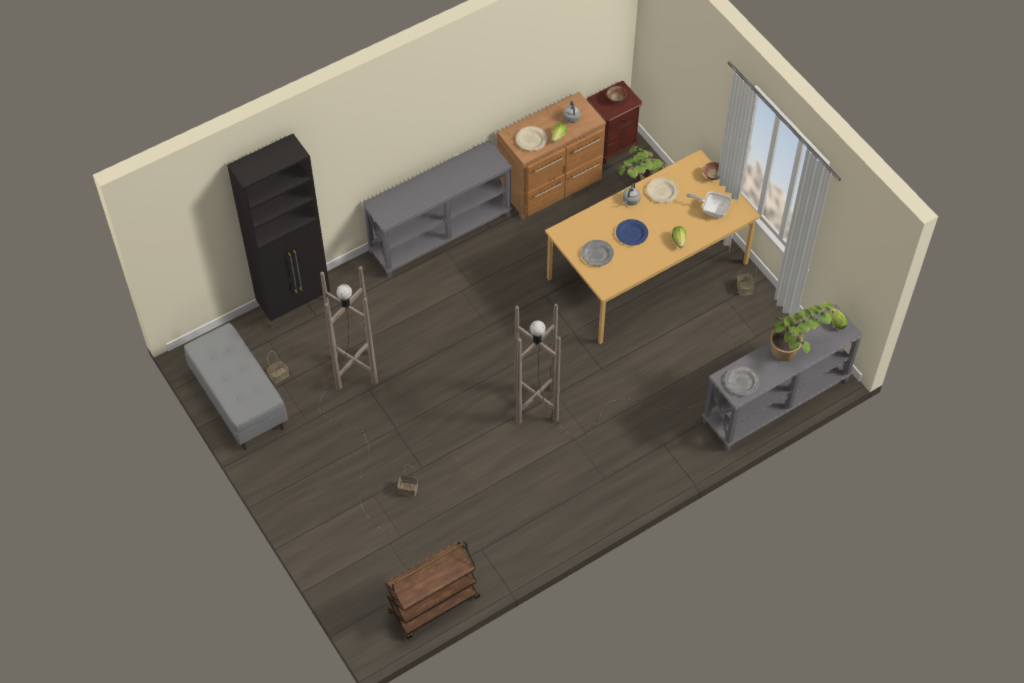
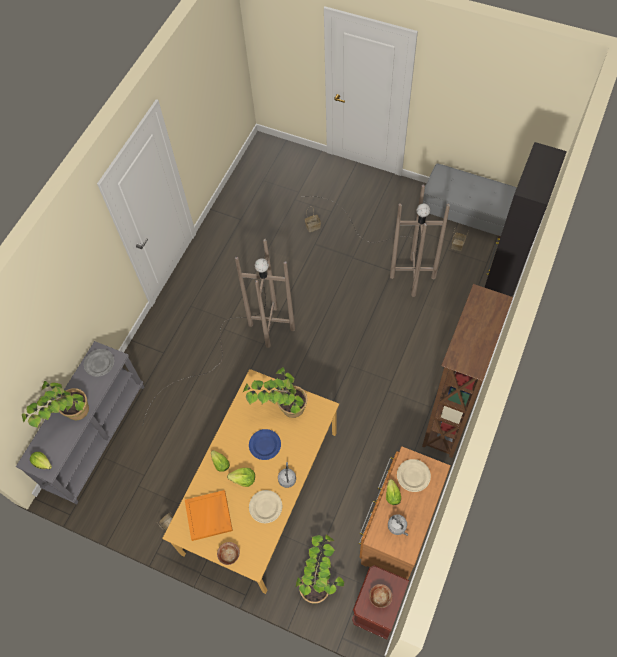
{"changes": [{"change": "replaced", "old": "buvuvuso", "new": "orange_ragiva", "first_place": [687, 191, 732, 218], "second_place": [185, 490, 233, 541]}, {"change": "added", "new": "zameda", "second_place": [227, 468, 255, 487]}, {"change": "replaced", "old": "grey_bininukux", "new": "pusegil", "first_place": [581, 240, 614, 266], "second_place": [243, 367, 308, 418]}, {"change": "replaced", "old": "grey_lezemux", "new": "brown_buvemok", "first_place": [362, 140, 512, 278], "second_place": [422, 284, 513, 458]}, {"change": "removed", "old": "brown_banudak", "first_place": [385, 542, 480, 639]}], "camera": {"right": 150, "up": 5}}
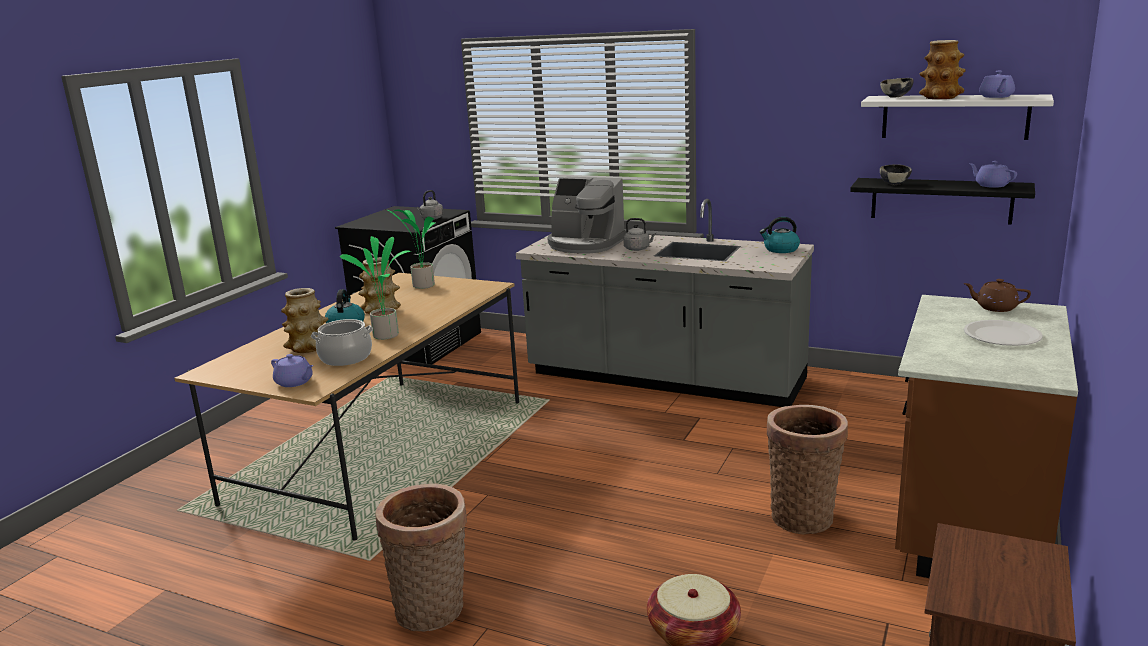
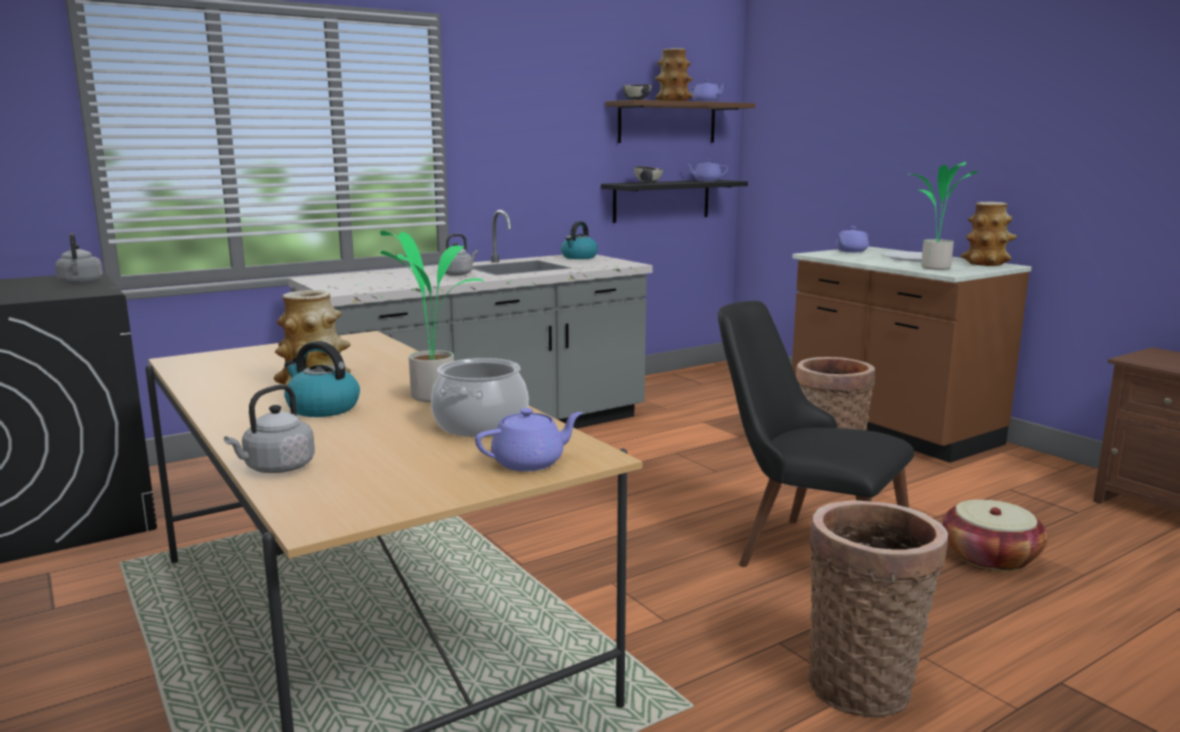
{"changes": [{"change": "added", "new": "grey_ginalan", "second_place": [224, 384, 315, 473]}, {"change": "recoloured", "old": "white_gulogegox", "new": "brown_gulogegox", "first_place": [861, 95, 1054, 140], "second_place": [606, 100, 755, 143]}, {"change": "added", "new": "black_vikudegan", "second_place": [718, 301, 914, 567]}, {"change": "recoloured", "old": "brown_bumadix", "new": "purple_bumadix", "first_place": [963, 279, 1031, 312], "second_place": [835, 226, 869, 252]}, {"change": "moved", "old": "pusegil", "first_place": [388, 210, 435, 289], "second_place": [907, 162, 978, 270]}, {"change": "moved", "old": "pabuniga", "first_place": [281, 288, 328, 353], "second_place": [961, 202, 1017, 266]}, {"change": "removed", "old": "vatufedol", "first_place": [548, 177, 626, 254]}], "camera": {"right": -60, "up": -5}}
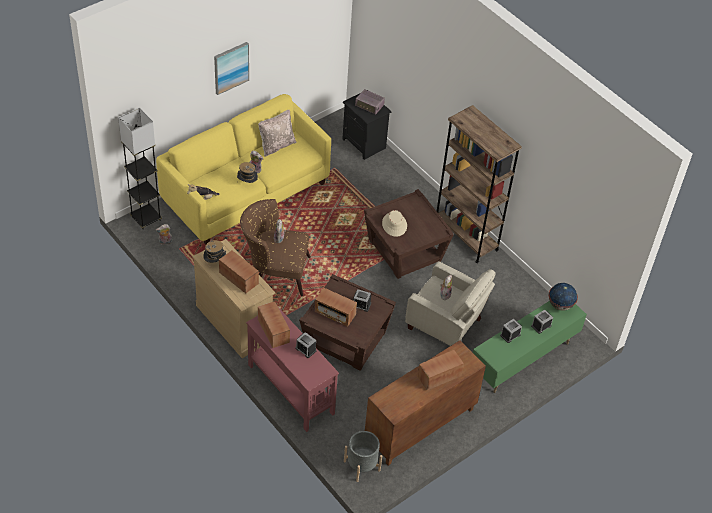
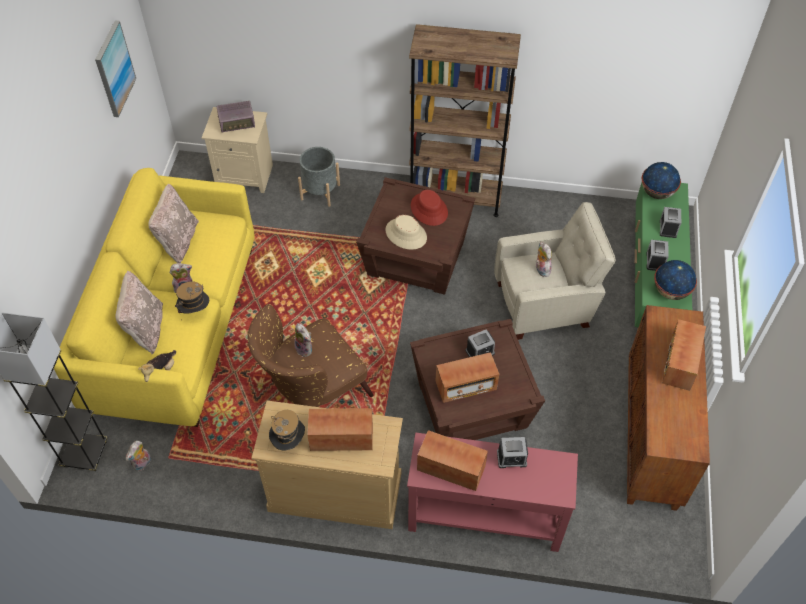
{"changes": [{"change": "moved", "old": "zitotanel", "first_place": [214, 42, 249, 95], "second_place": [95, 21, 136, 117]}, {"change": "added", "new": "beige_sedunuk", "second_place": [115, 271, 163, 355]}, {"change": "recoloured", "old": "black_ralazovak", "new": "beige_ralazovak", "first_place": [342, 93, 392, 160], "second_place": [202, 107, 273, 193]}, {"change": "moved", "old": "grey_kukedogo", "first_place": [344, 431, 382, 482], "second_place": [298, 147, 340, 207]}, {"change": "added", "new": "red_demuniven", "second_place": [411, 190, 448, 226]}, {"change": "added", "new": "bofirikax", "second_place": [654, 260, 697, 300]}], "camera": {"right": -40, "up": 5}}
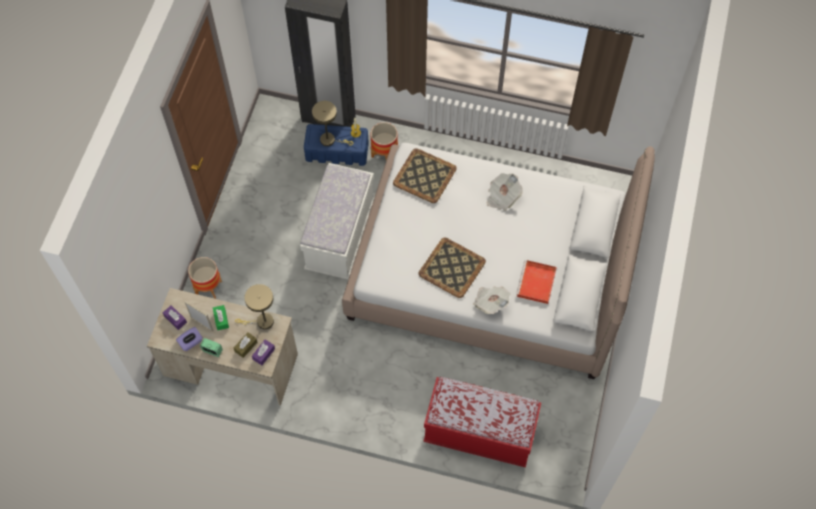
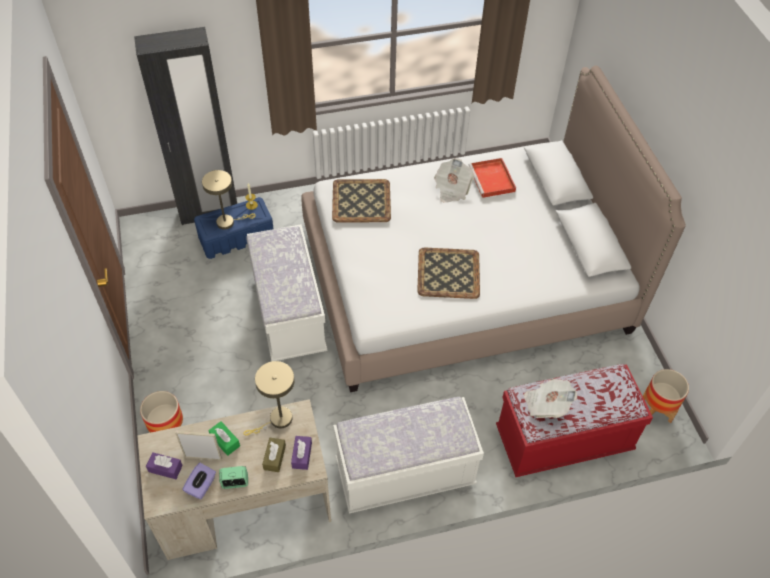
{"changes": [{"change": "added", "new": "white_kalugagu", "second_place": [333, 397, 484, 514]}, {"change": "moved", "old": "red_ragiva", "first_place": [516, 260, 557, 304], "second_place": [469, 158, 516, 198]}, {"change": "moved", "old": "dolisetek", "first_place": [473, 286, 510, 314], "second_place": [524, 379, 577, 418]}, {"change": "moved", "old": "kukedogo", "first_place": [371, 122, 398, 160], "second_place": [643, 369, 689, 423]}], "camera": {"right": -30, "up": -10}}
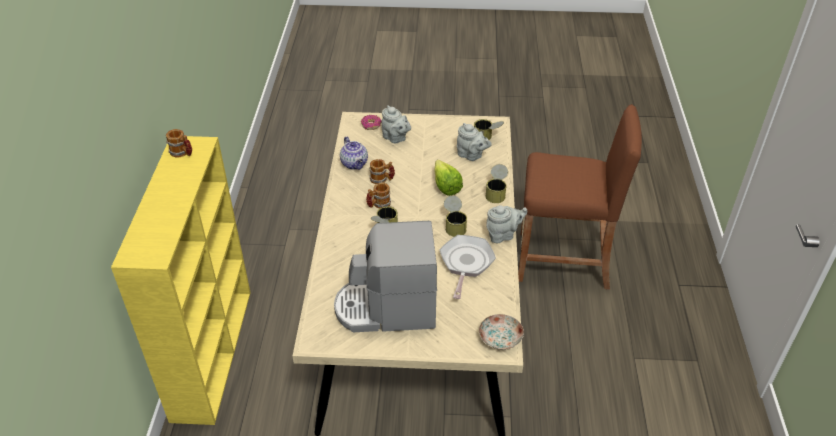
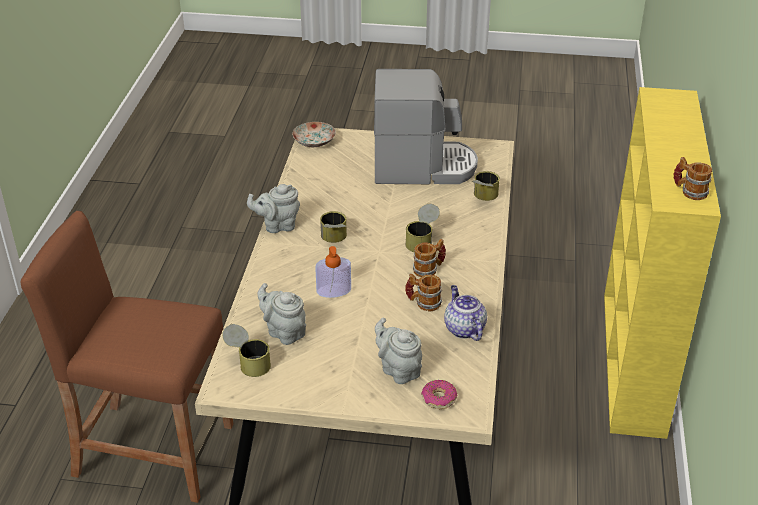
{"changes": [{"change": "replaced", "old": "zameda", "new": "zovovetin", "first_place": [435, 160, 463, 196], "second_place": [315, 246, 351, 298]}, {"change": "moved", "old": "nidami", "first_place": [485, 164, 508, 203], "second_place": [472, 171, 500, 201]}, {"change": "removed", "old": "buvuvuso", "first_place": [439, 235, 496, 299]}], "camera": {"right": -175, "up": -5}}
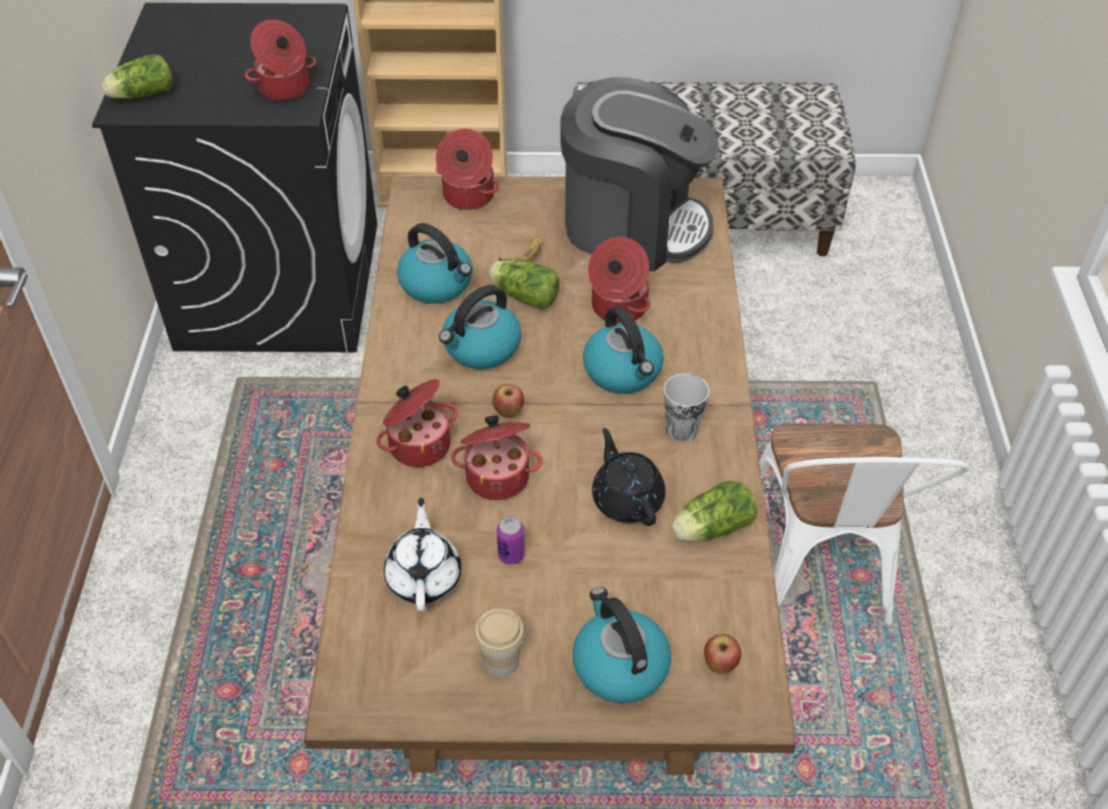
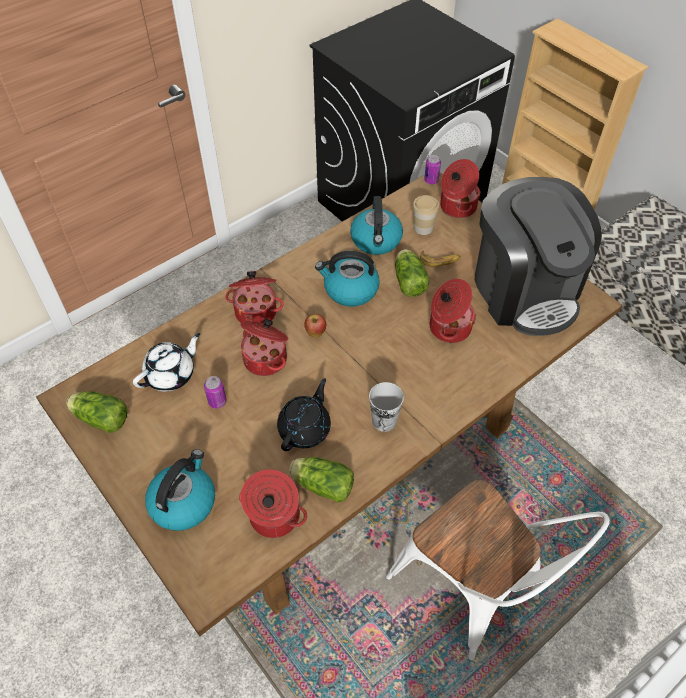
{"changes": [{"change": "moved", "old": "zameda", "first_place": [101, 54, 172, 99], "second_place": [66, 391, 128, 433]}, {"change": "moved", "old": "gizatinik", "first_place": [245, 19, 316, 101], "second_place": [239, 469, 307, 538]}, {"change": "turned", "old": "white_vikudegan", "first_place": [759, 424, 970, 624], "second_place": [386, 479, 610, 660], "degrees": -90}, {"change": "moved", "old": "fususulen", "first_place": [474, 608, 525, 677], "second_place": [413, 195, 439, 235]}, {"change": "added", "new": "nidami", "second_place": [424, 155, 441, 185]}, {"change": "removed", "old": "ginalan", "first_place": [583, 306, 664, 394]}, {"change": "removed", "old": "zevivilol", "first_place": [704, 634, 741, 674]}], "camera": {"right": 50, "up": 5}}
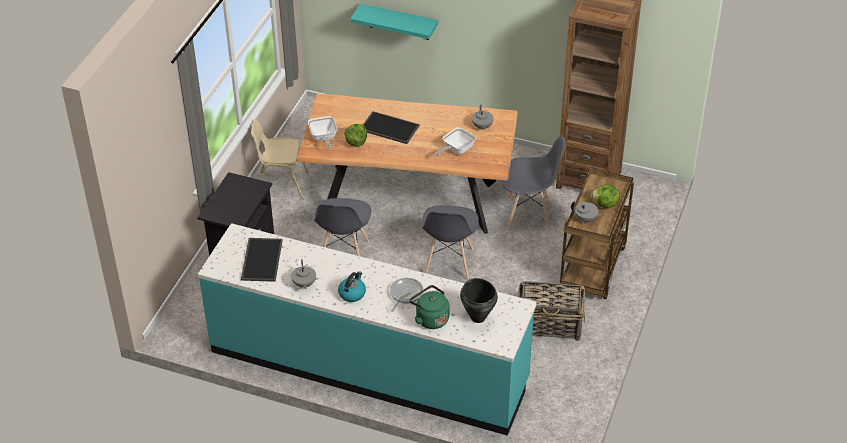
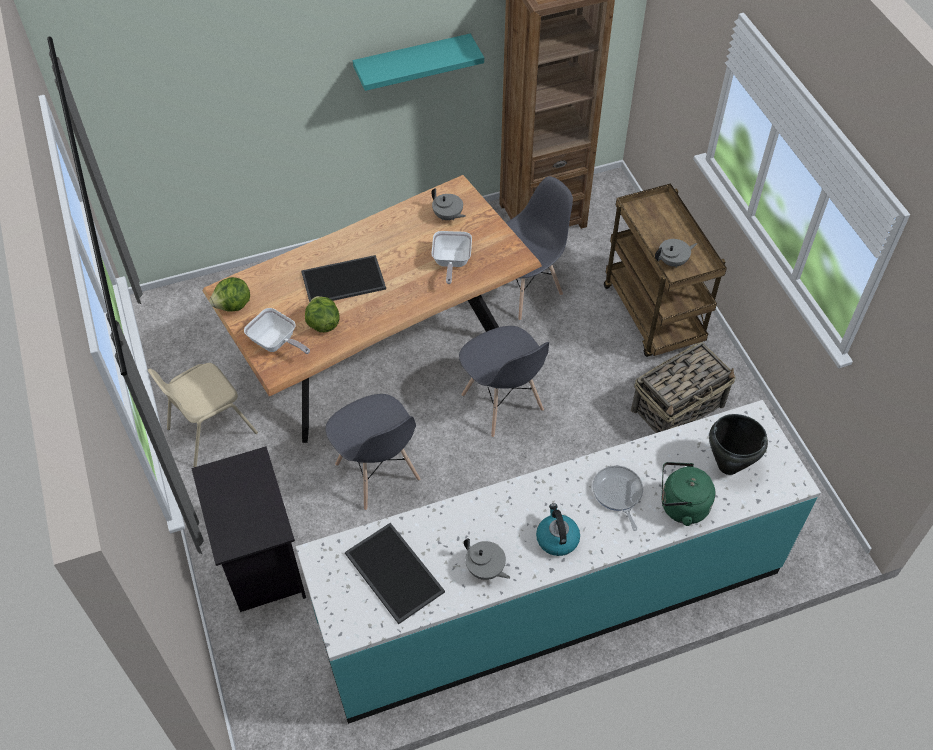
{"changes": [{"change": "moved", "old": "zameda", "first_place": [591, 185, 620, 208], "second_place": [209, 277, 250, 312]}, {"change": "moved", "old": "turquoise_gulogegox", "first_place": [350, 4, 438, 40], "second_place": [353, 34, 484, 91]}], "camera": {"right": -40, "up": 10}}
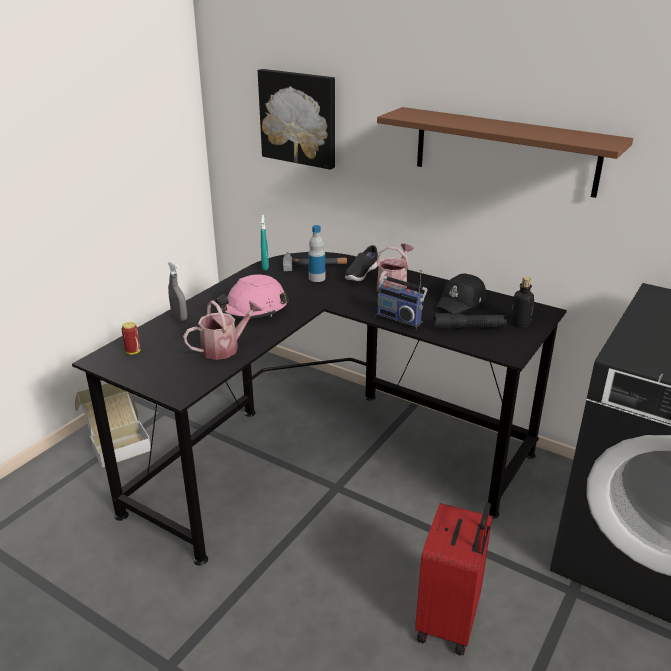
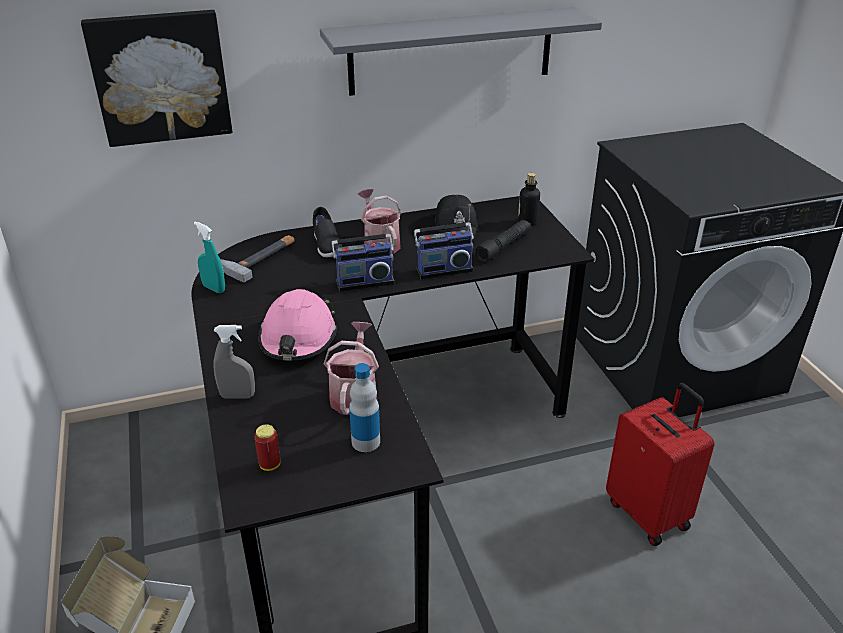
{"changes": [{"change": "recoloured", "old": "brown_gulogegox", "new": "grey_gulogegox", "first_place": [377, 107, 633, 198], "second_place": [320, 7, 602, 96]}, {"change": "added", "new": "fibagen", "second_place": [331, 215, 394, 292]}, {"change": "moved", "old": "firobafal", "first_place": [308, 225, 325, 282], "second_place": [349, 363, 380, 452]}], "camera": {"right": -50, "up": 5}}
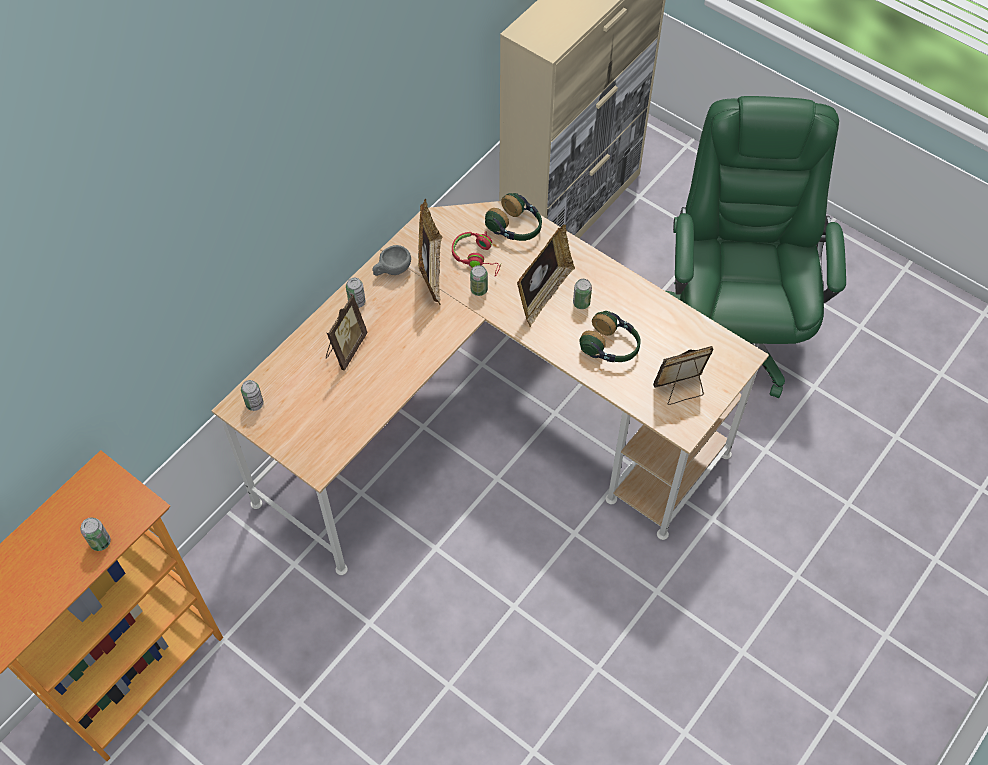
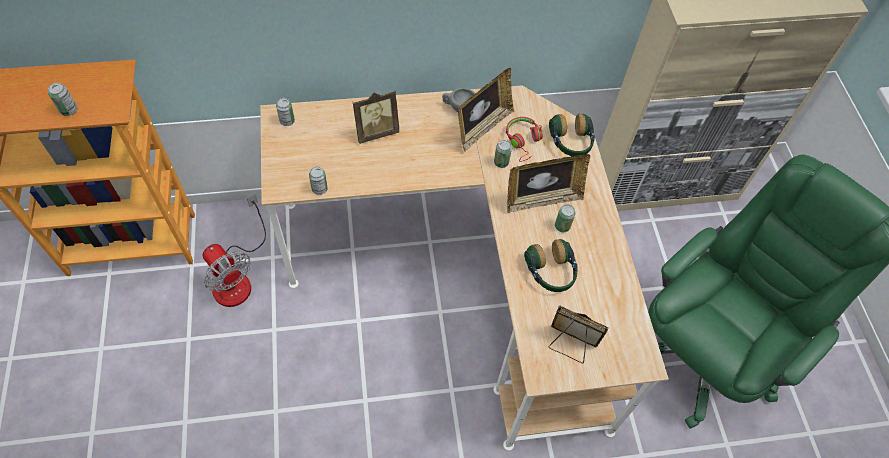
{"changes": [{"change": "added", "new": "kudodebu", "second_place": [202, 194, 266, 307]}, {"change": "moved", "old": "nidami", "first_place": [346, 278, 365, 308], "second_place": [309, 167, 328, 195]}], "camera": {"right": 40, "up": 0}}
